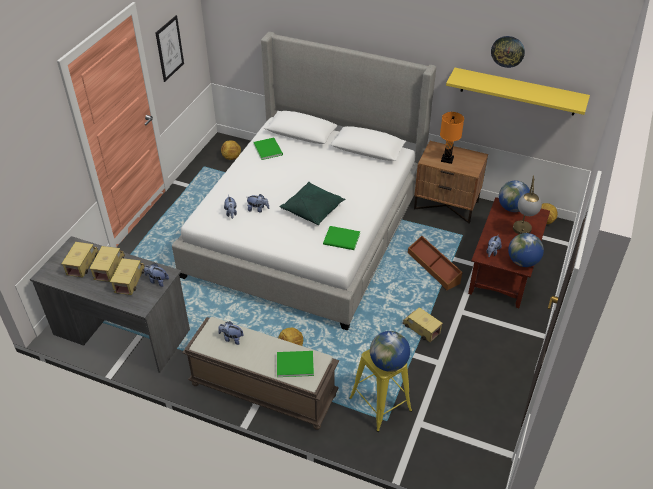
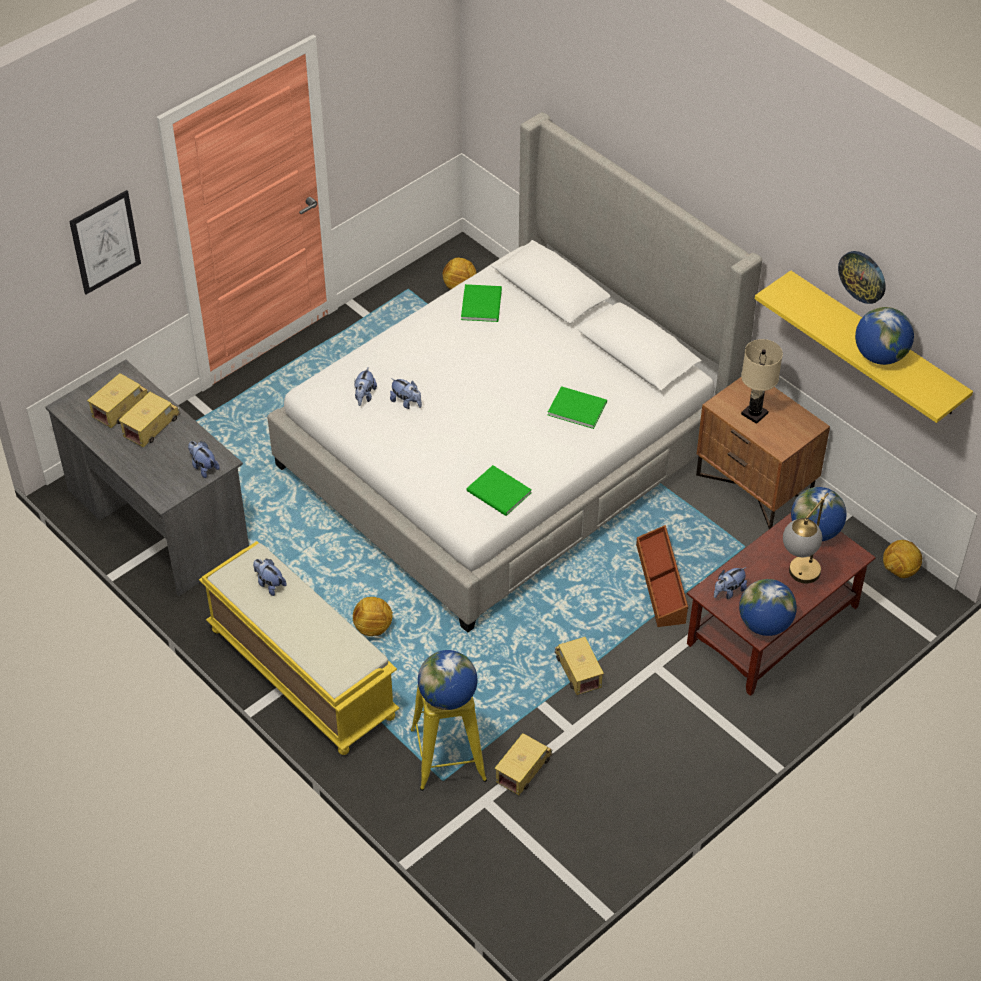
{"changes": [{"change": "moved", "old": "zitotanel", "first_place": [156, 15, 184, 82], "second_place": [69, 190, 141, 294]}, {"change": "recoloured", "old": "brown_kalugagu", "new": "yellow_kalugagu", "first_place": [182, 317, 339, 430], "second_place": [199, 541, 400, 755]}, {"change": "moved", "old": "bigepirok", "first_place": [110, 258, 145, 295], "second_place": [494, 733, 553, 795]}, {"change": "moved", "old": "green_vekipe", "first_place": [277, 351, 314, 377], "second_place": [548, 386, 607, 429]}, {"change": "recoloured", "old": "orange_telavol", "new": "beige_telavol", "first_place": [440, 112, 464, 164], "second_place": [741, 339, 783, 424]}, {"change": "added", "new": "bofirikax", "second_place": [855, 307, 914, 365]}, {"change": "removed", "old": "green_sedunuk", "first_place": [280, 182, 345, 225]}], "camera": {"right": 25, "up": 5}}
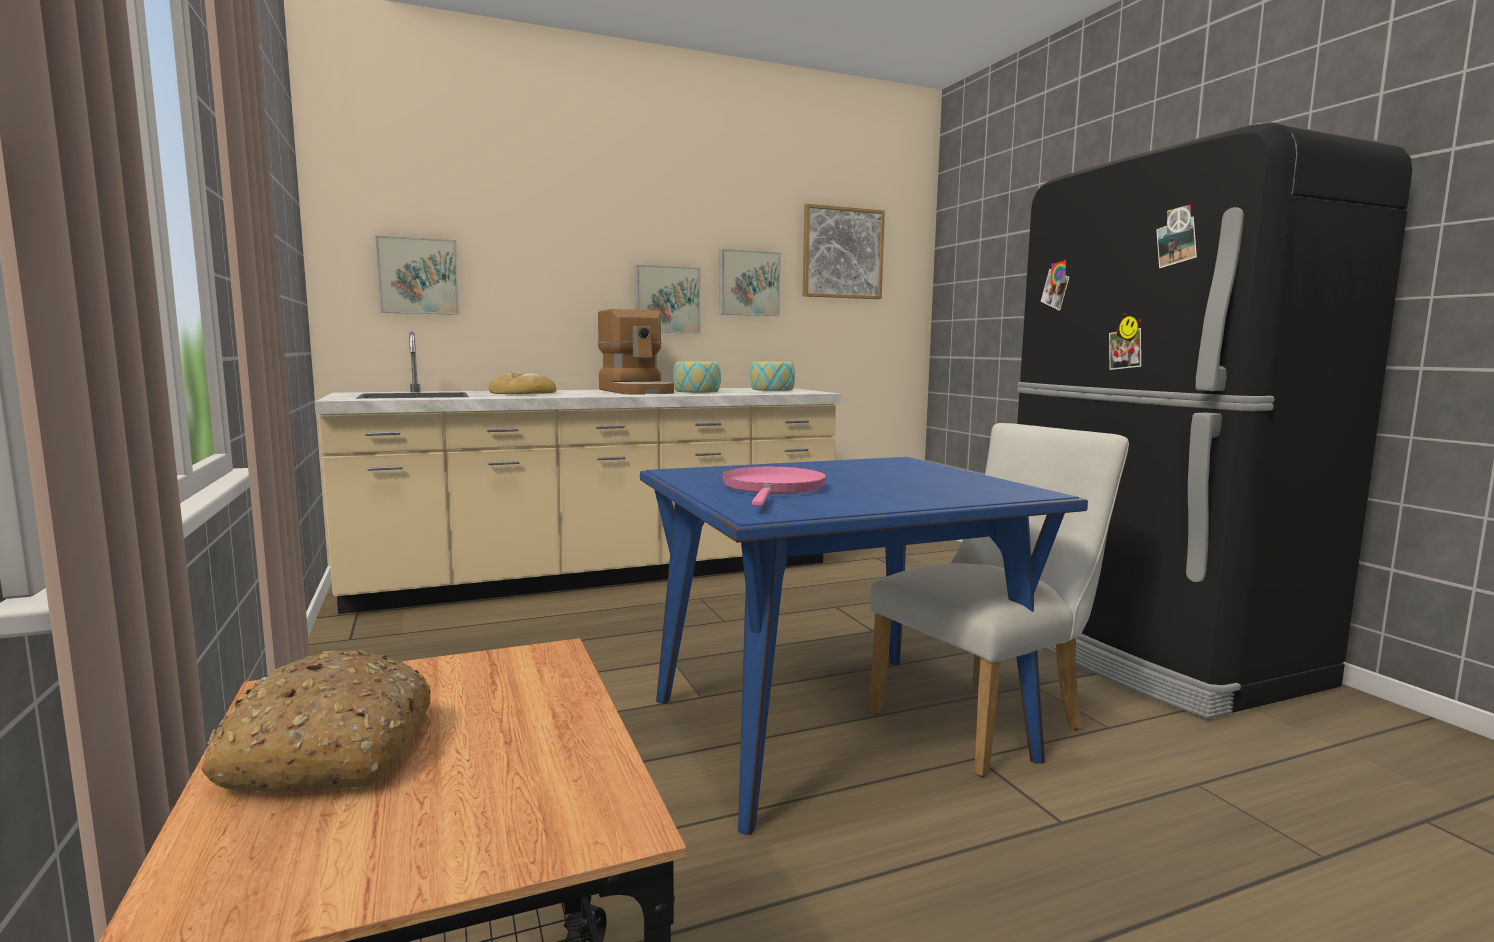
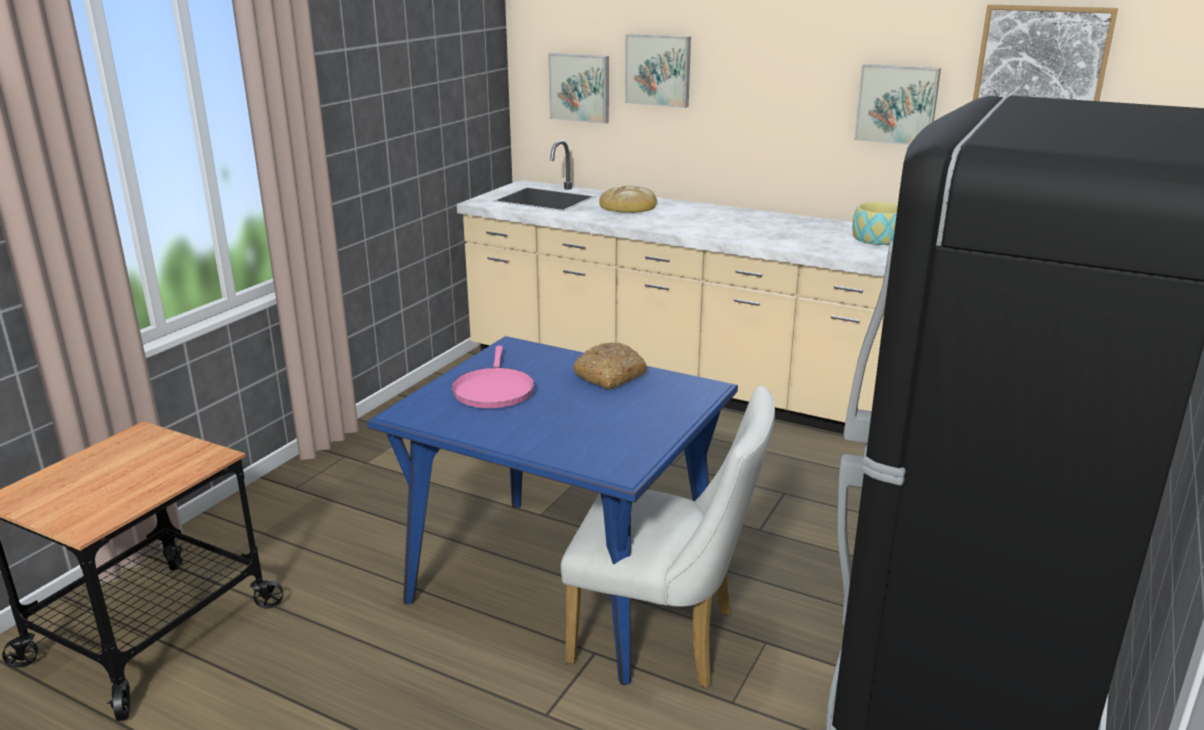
{"changes": [{"change": "turned", "old": "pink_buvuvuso", "first_place": [722, 467, 827, 506], "second_place": [451, 346, 534, 408], "degrees": 120}, {"change": "moved", "old": "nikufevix", "first_place": [201, 650, 431, 792], "second_place": [573, 342, 647, 389]}, {"change": "moved", "old": "zitotanel", "first_place": [635, 265, 700, 333], "second_place": [625, 34, 691, 108]}, {"change": "removed", "old": "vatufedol", "first_place": [598, 309, 674, 395]}, {"change": "removed", "old": "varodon", "first_place": [673, 362, 721, 393]}], "camera": {"right": 50, "up": 15}}
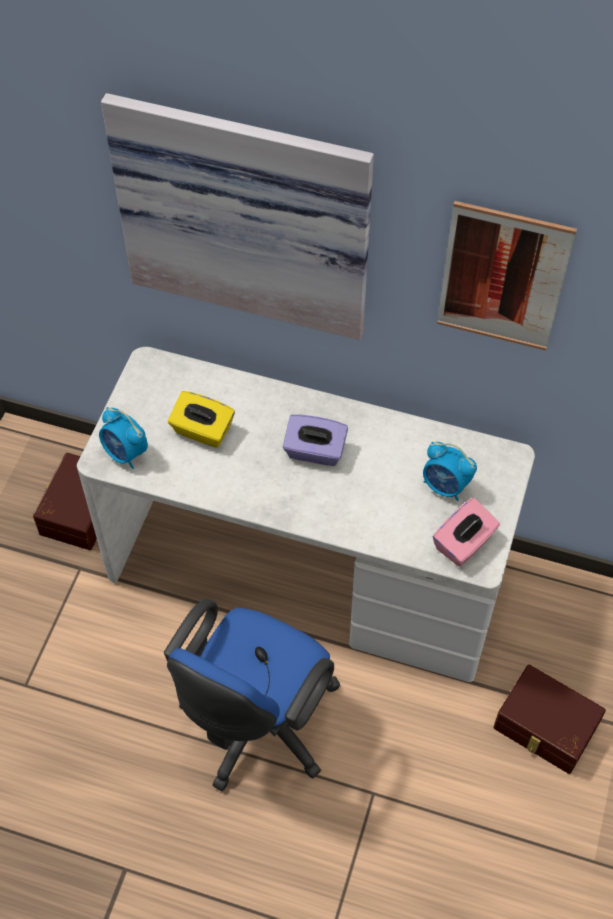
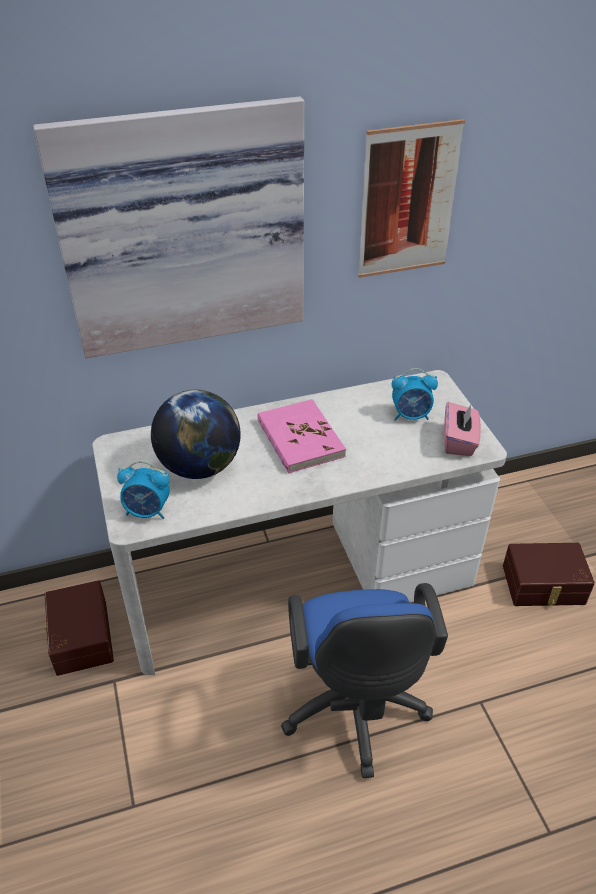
{"changes": [{"change": "replaced", "old": "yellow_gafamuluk", "new": "bofirikax", "first_place": [168, 391, 235, 448], "second_place": [151, 390, 241, 479]}, {"change": "replaced", "old": "purple_gafamuluk", "new": "pink_vekipe", "first_place": [283, 414, 348, 466], "second_place": [257, 399, 346, 473]}], "camera": {"right": -35, "up": -15}}
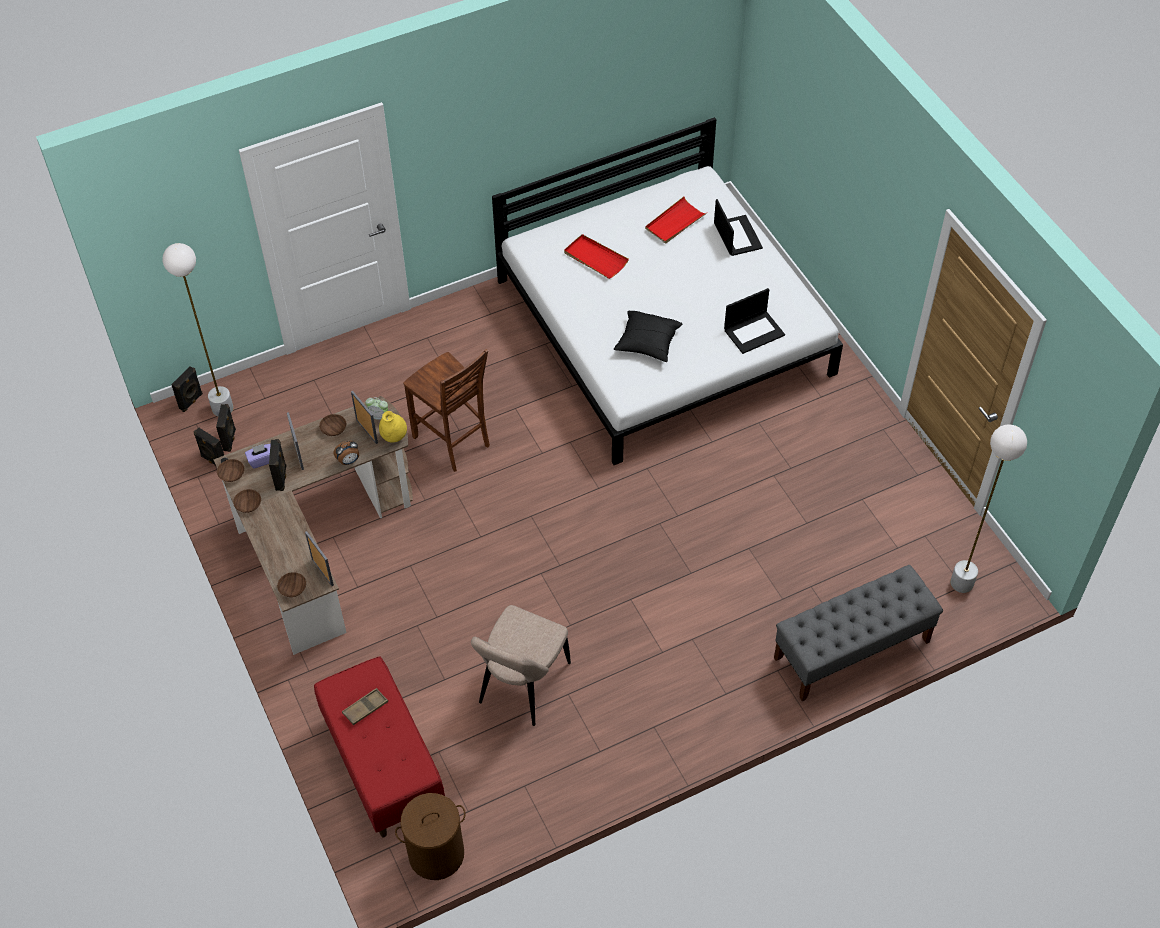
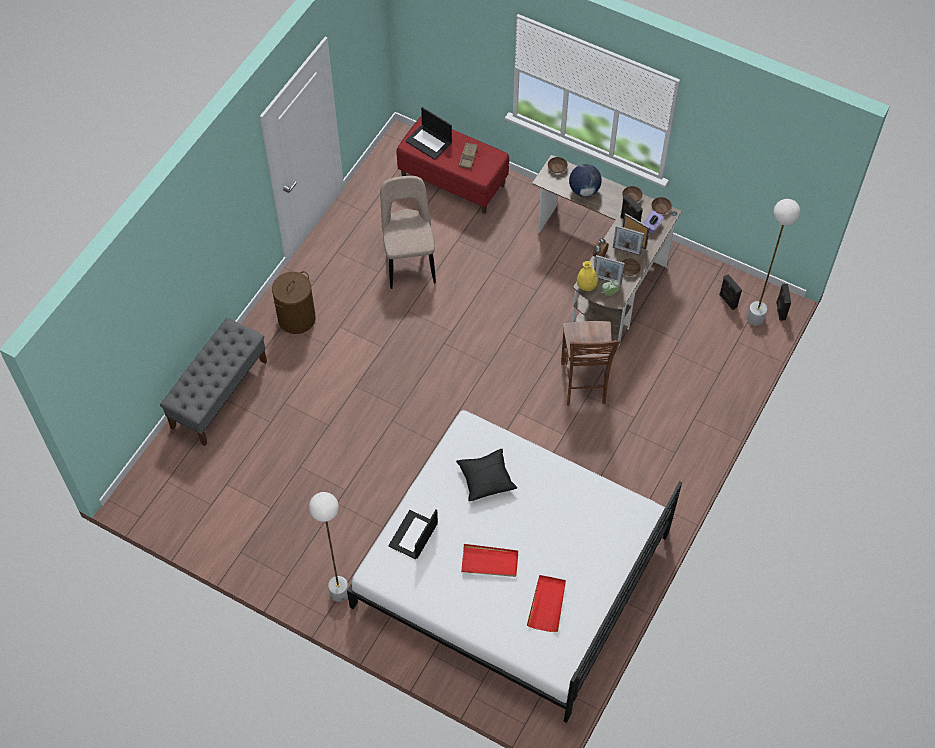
{"changes": [{"change": "moved", "old": "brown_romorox", "first_place": [395, 793, 466, 880], "second_place": [272, 271, 316, 334]}, {"change": "moved", "old": "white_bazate", "first_place": [950, 424, 1027, 593], "second_place": [309, 492, 348, 602]}, {"change": "moved", "old": "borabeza", "first_place": [714, 199, 763, 256], "second_place": [405, 107, 452, 160]}, {"change": "moved", "old": "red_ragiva", "first_place": [564, 234, 629, 279], "second_place": [461, 544, 518, 577]}, {"change": "turned", "old": "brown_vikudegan", "first_place": [403, 349, 490, 472], "second_place": [561, 321, 620, 406], "degrees": -105}, {"change": "added", "new": "bofirikax", "second_place": [569, 164, 602, 197]}, {"change": "moved", "old": "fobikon", "first_place": [305, 531, 334, 586], "second_place": [613, 225, 644, 255]}, {"change": "removed", "old": "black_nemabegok", "first_place": [193, 427, 226, 465]}], "camera": {"right": 145, "up": 5}}
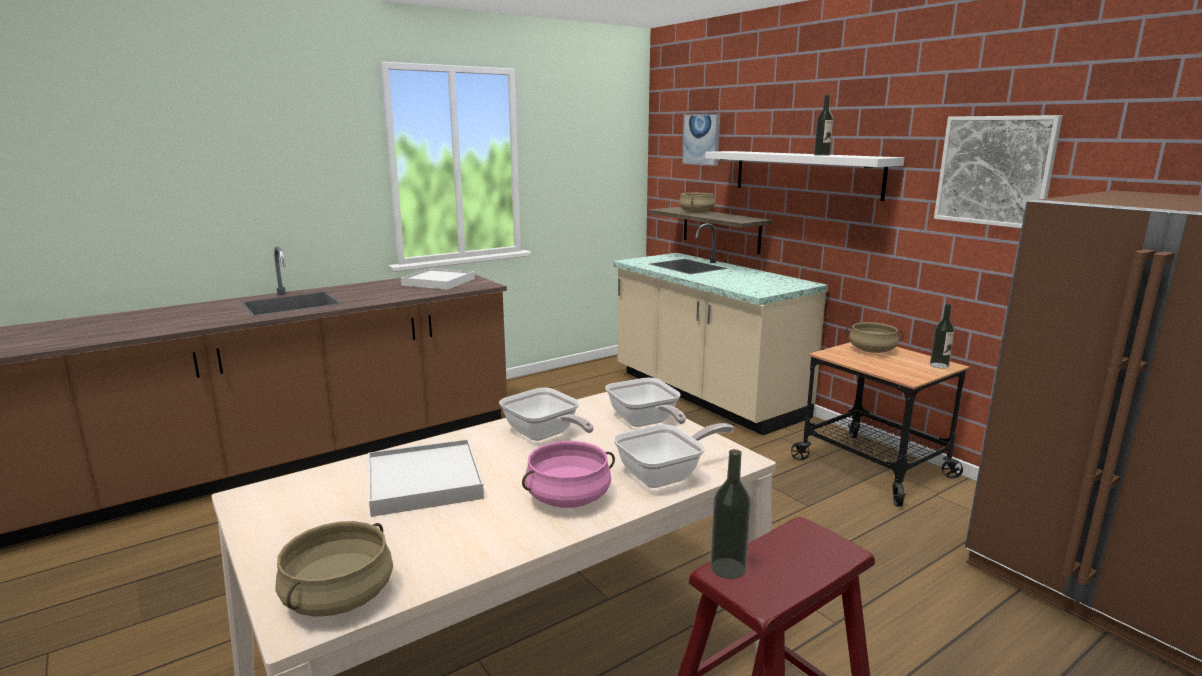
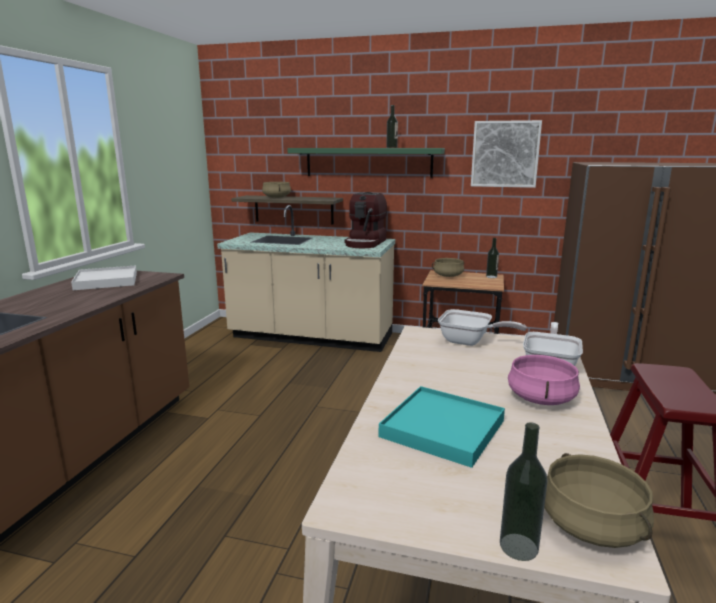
{"changes": [{"change": "recoloured", "old": "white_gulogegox", "new": "green_gulogegox", "first_place": [705, 151, 904, 201], "second_place": [287, 148, 445, 178]}, {"change": "added", "new": "vatufedol", "second_place": [344, 192, 387, 248]}, {"change": "recoloured", "old": "white_ragiva", "new": "turquoise_ragiva", "first_place": [368, 439, 484, 517], "second_place": [379, 386, 505, 468]}, {"change": "moved", "old": "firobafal", "first_place": [710, 449, 751, 579], "second_place": [500, 422, 548, 561]}, {"change": "removed", "old": "buvuvuso", "first_place": [499, 388, 594, 441]}, {"change": "removed", "old": "zitotanel", "first_place": [682, 114, 720, 166]}], "camera": {"right": -40, "up": 0}}
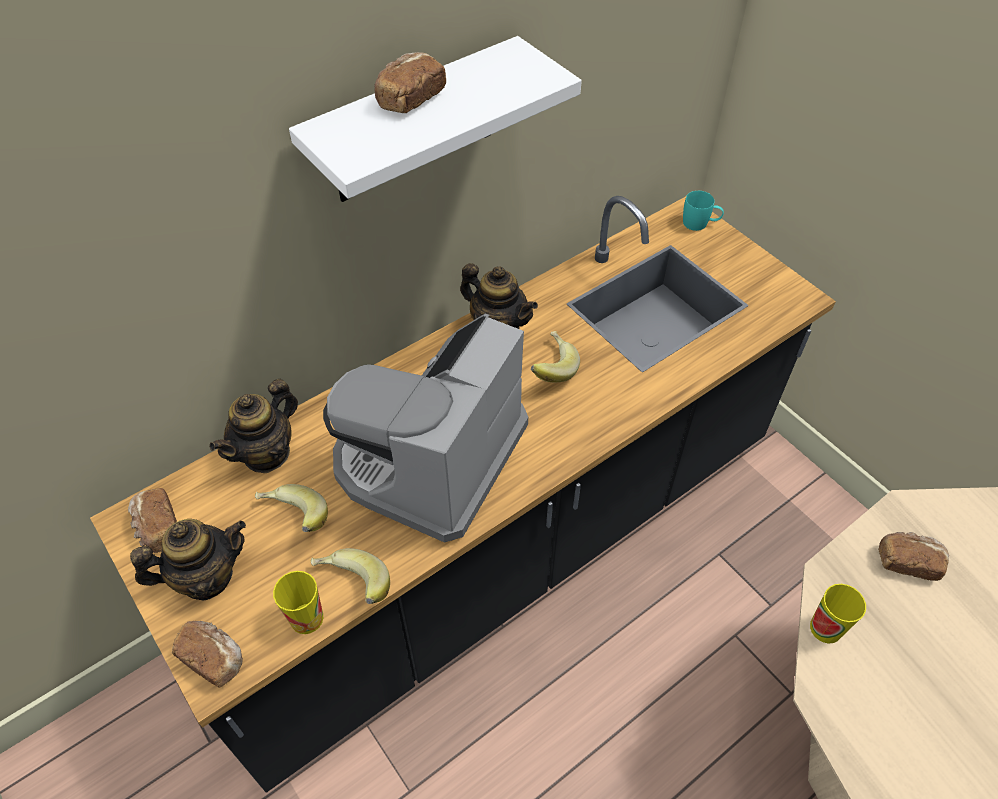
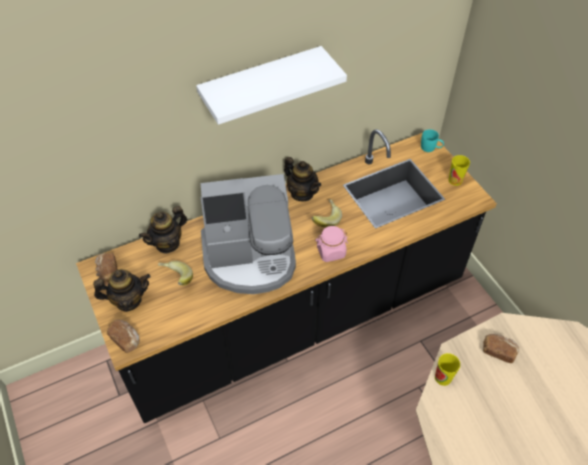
{"changes": [{"change": "turned", "old": "vatufedol", "first_place": [323, 313, 528, 543], "second_place": [201, 174, 296, 294], "degrees": -135}, {"change": "added", "new": "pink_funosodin", "second_place": [315, 226, 348, 262]}, {"change": "moved", "old": "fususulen", "first_place": [273, 571, 323, 634], "second_place": [448, 155, 470, 186]}, {"change": "removed", "old": "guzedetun", "first_place": [311, 548, 390, 604]}, {"change": "removed", "old": "nikufevix", "first_place": [374, 52, 446, 113]}], "camera": {"right": 10, "up": 0}}
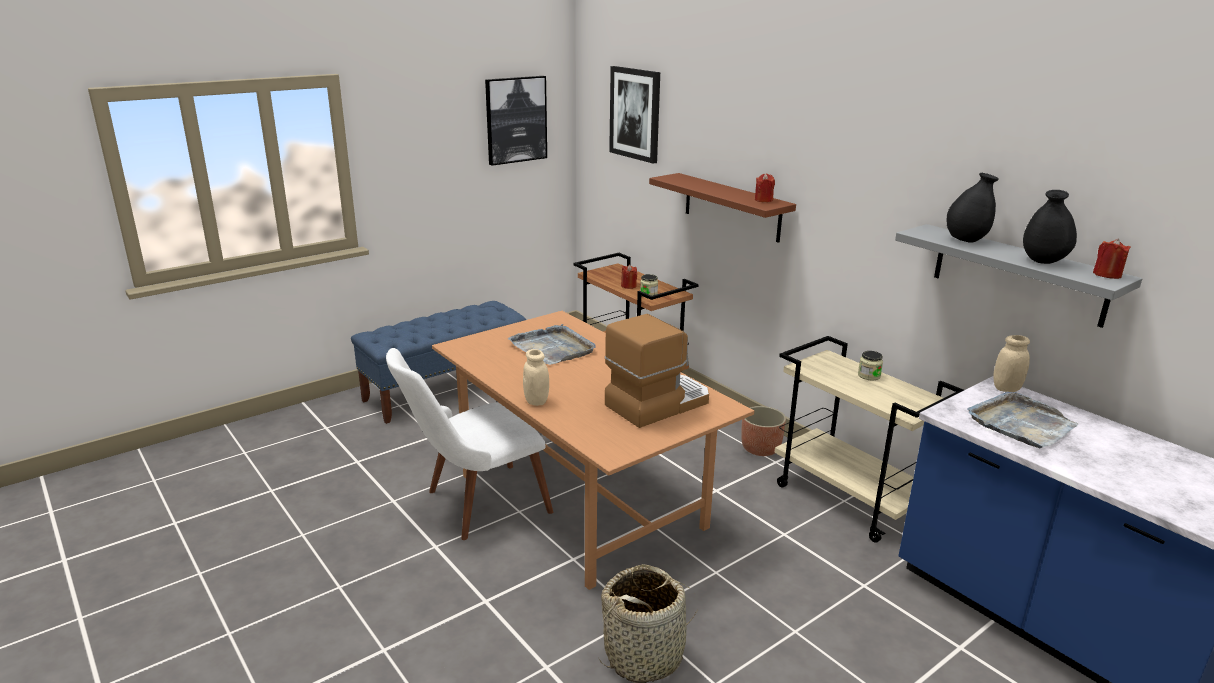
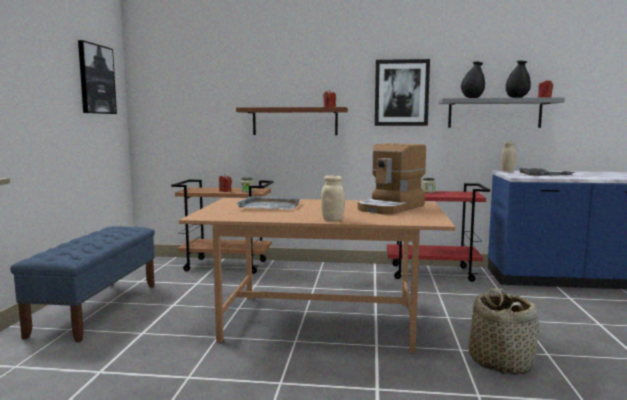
{"changes": [{"change": "turned", "old": "vatufedol", "first_place": [605, 314, 709, 428], "second_place": [358, 143, 426, 214], "degrees": -150}, {"change": "moved", "old": "zitotanel", "first_place": [609, 66, 660, 164], "second_place": [375, 59, 430, 126]}, {"change": "recoloured", "old": "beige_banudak", "new": "red_banudak", "first_place": [774, 336, 964, 543], "second_place": [387, 183, 490, 282]}, {"change": "removed", "old": "white_vikudegan", "first_place": [386, 348, 553, 540]}, {"change": "removed", "old": "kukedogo", "first_place": [741, 406, 786, 456]}], "camera": {"right": -45, "up": -15}}
